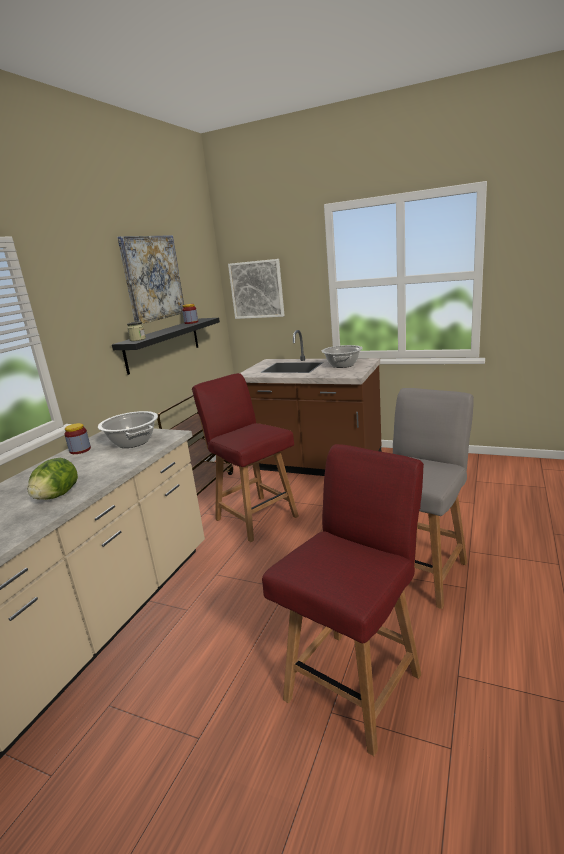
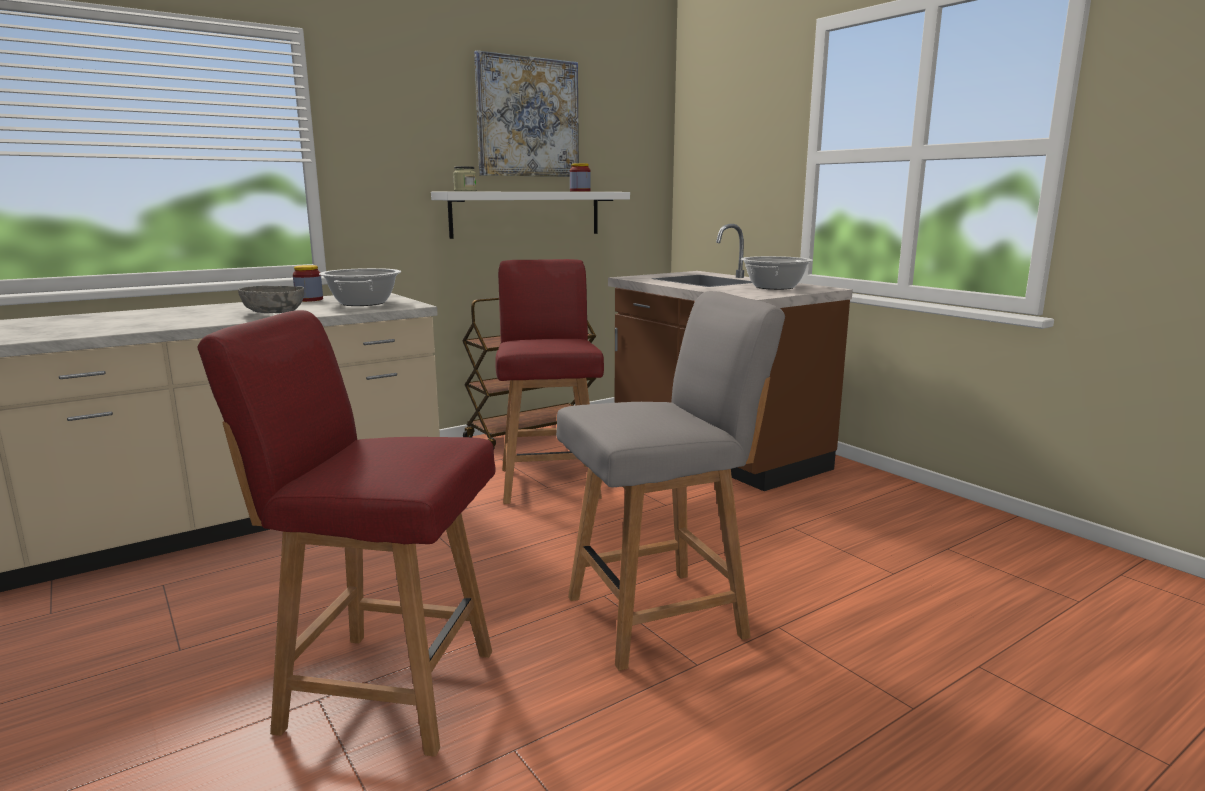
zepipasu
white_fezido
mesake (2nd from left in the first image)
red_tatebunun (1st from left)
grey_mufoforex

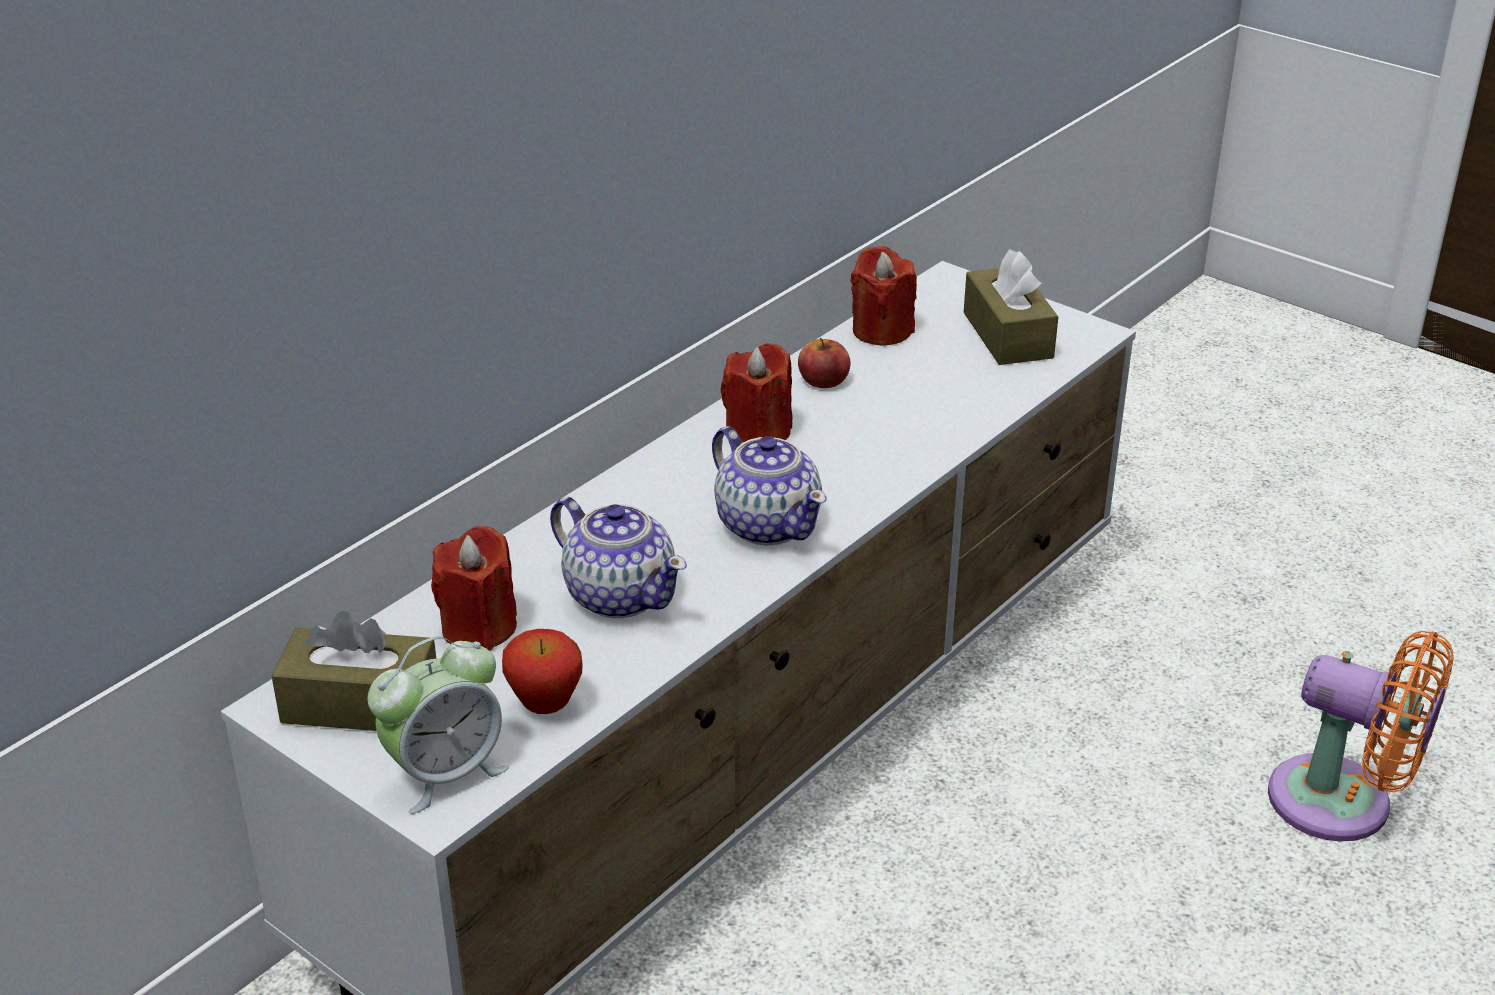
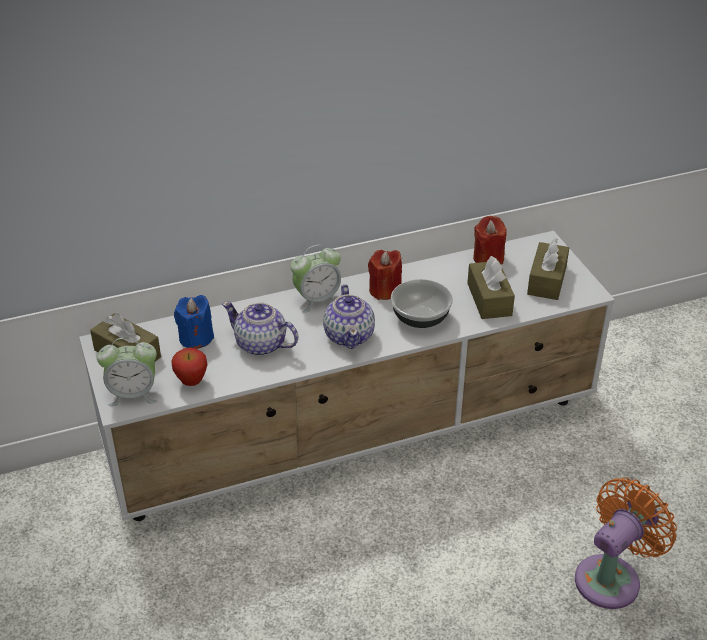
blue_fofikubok
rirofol (1st from left)
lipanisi (2nd from left in the first image)
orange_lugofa
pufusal (2nd from left)
mufoforex
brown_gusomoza (2nd from left)

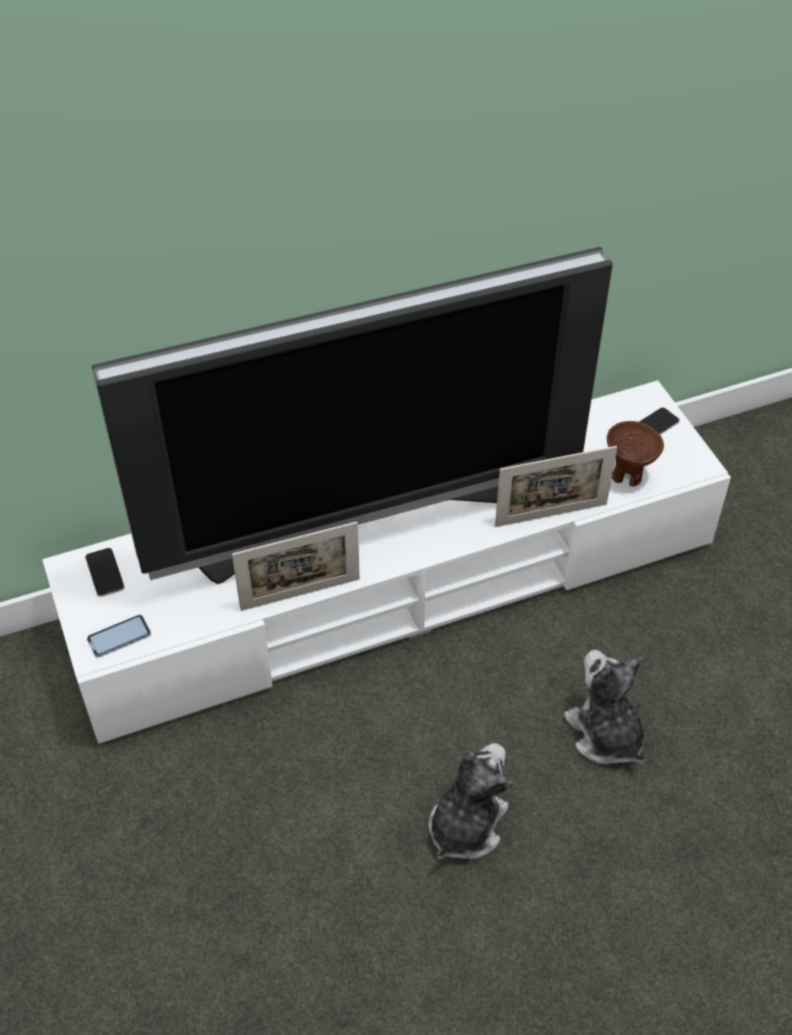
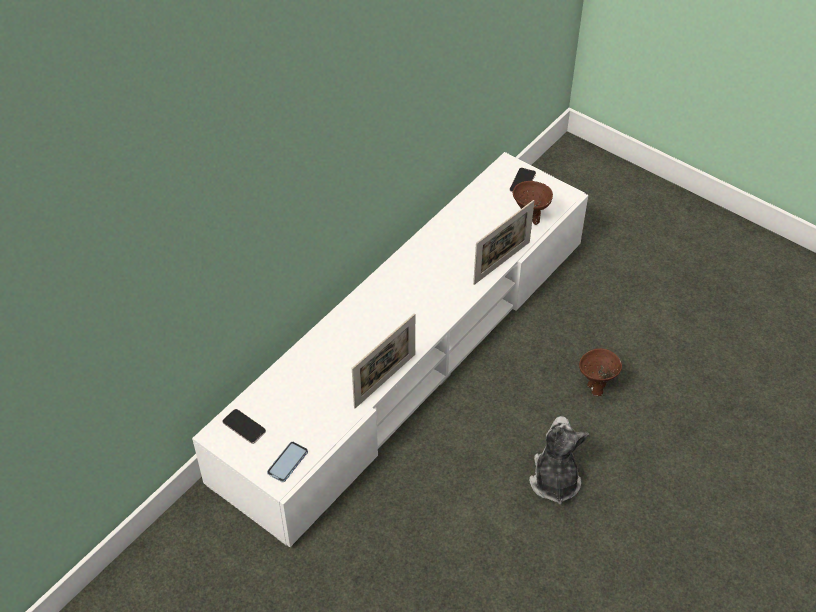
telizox
brown_mufoforex (2nd from left)

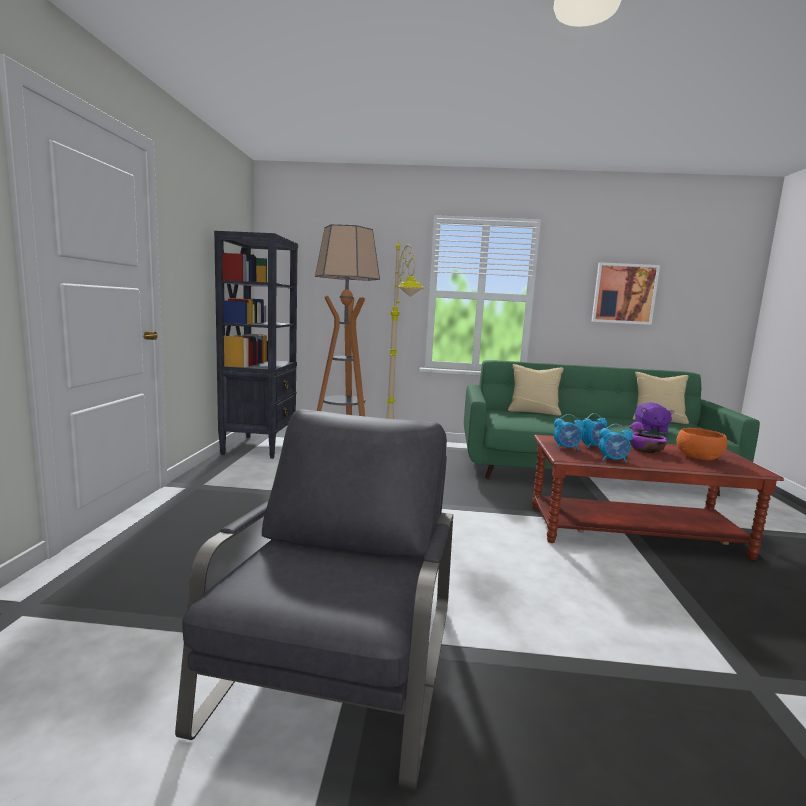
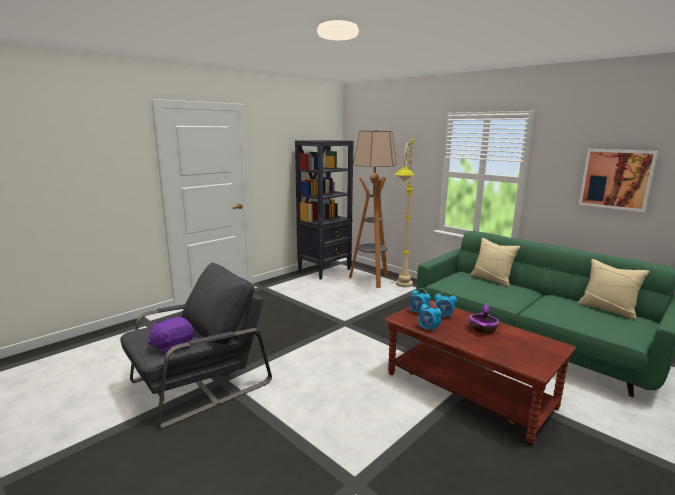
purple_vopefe
orange_mufoforex

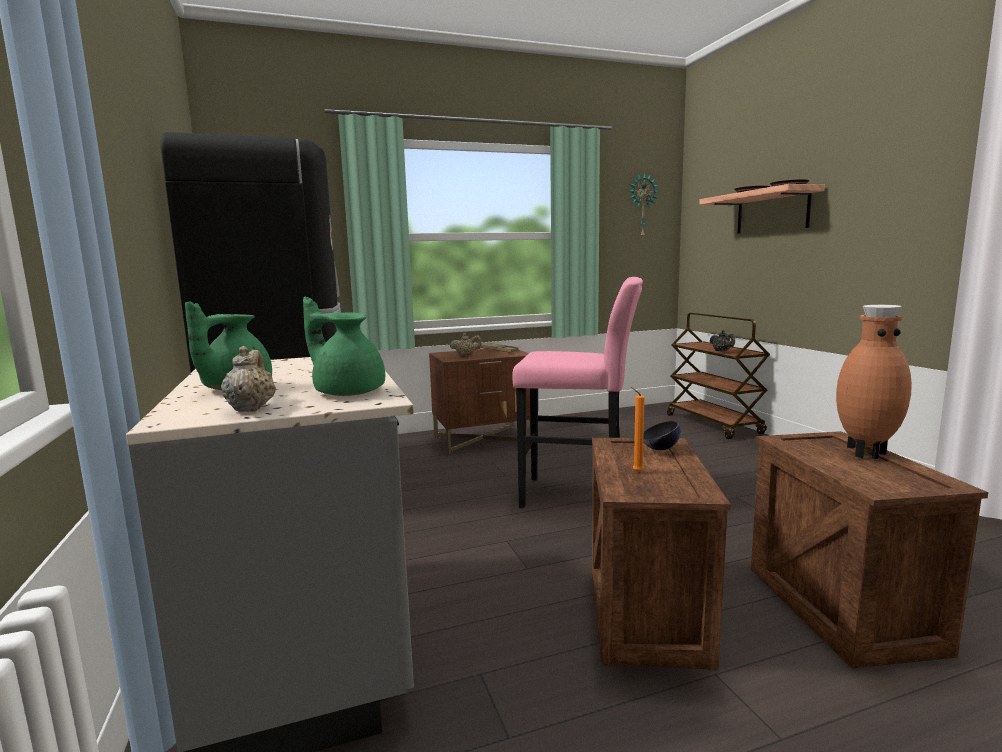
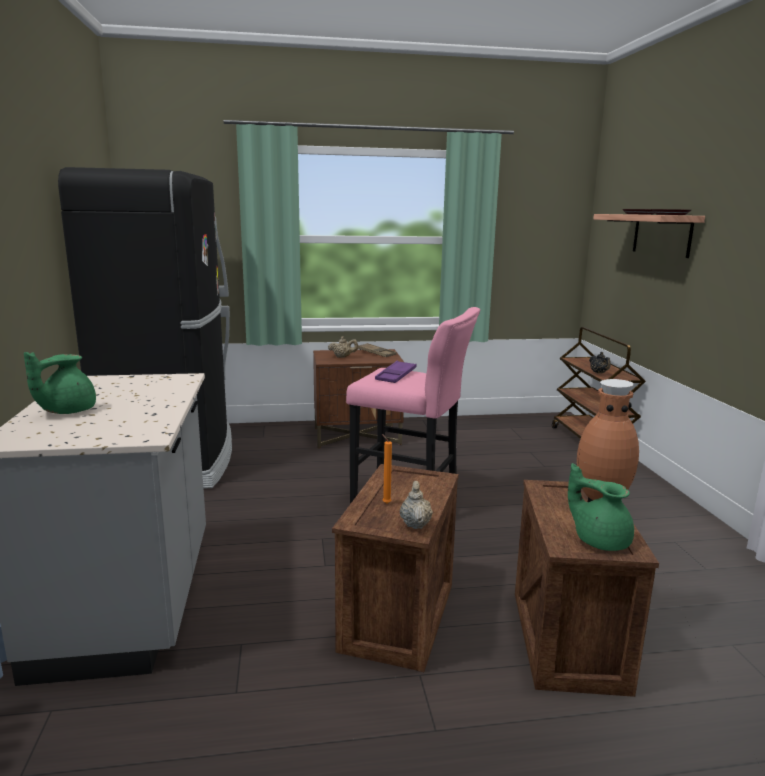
beige_rirofol (2nd from left)
green_rirofol (2nd from left)
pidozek
black_mufoforex
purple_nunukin

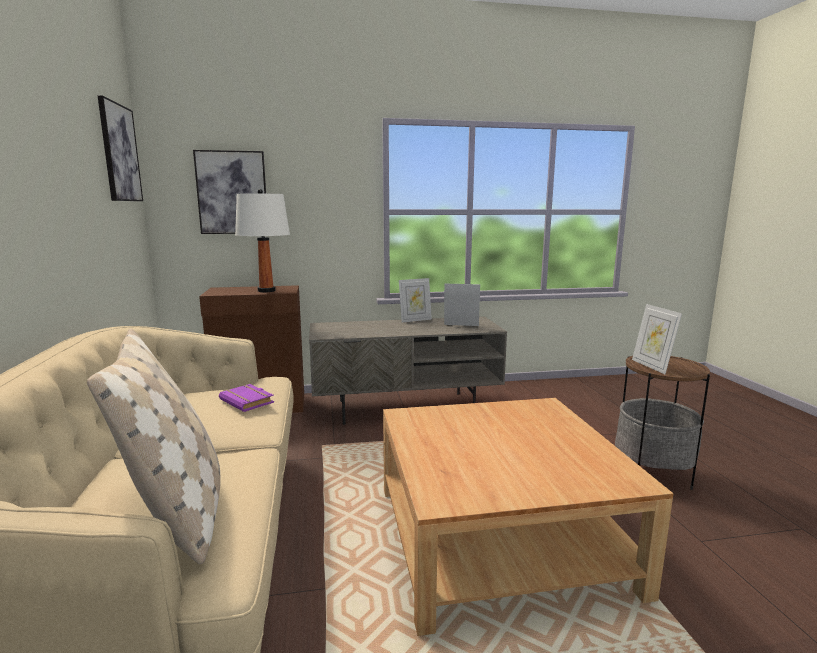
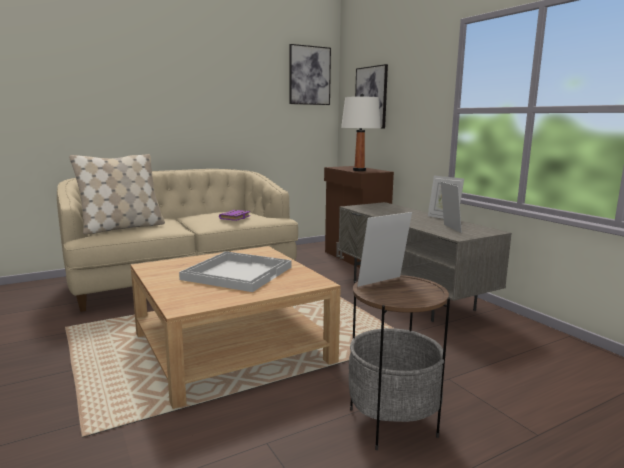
white_nunukin

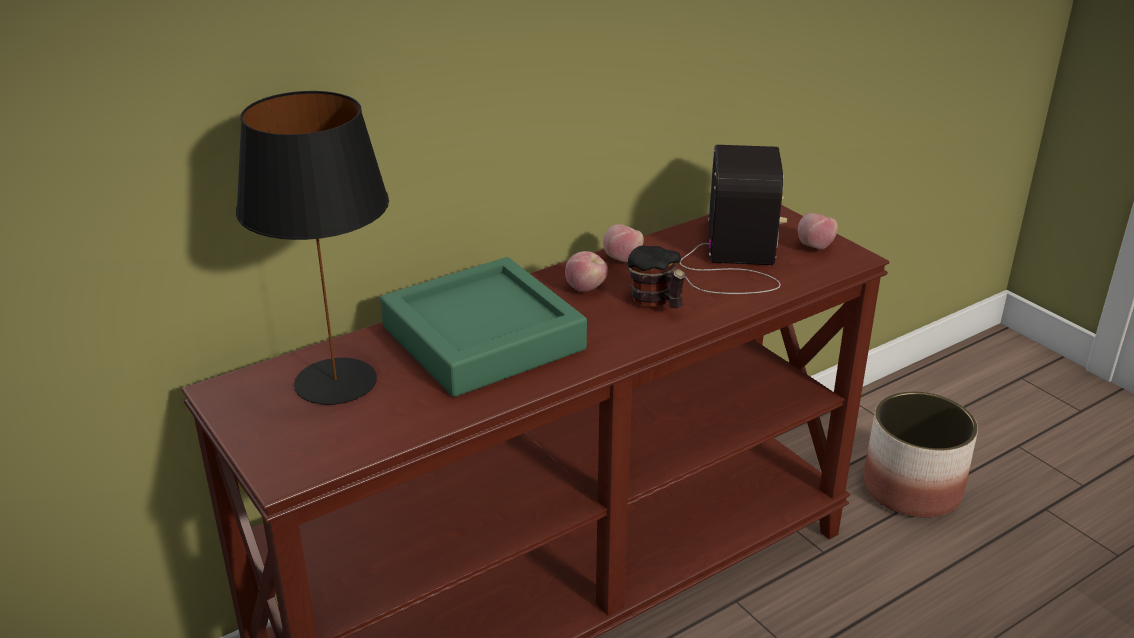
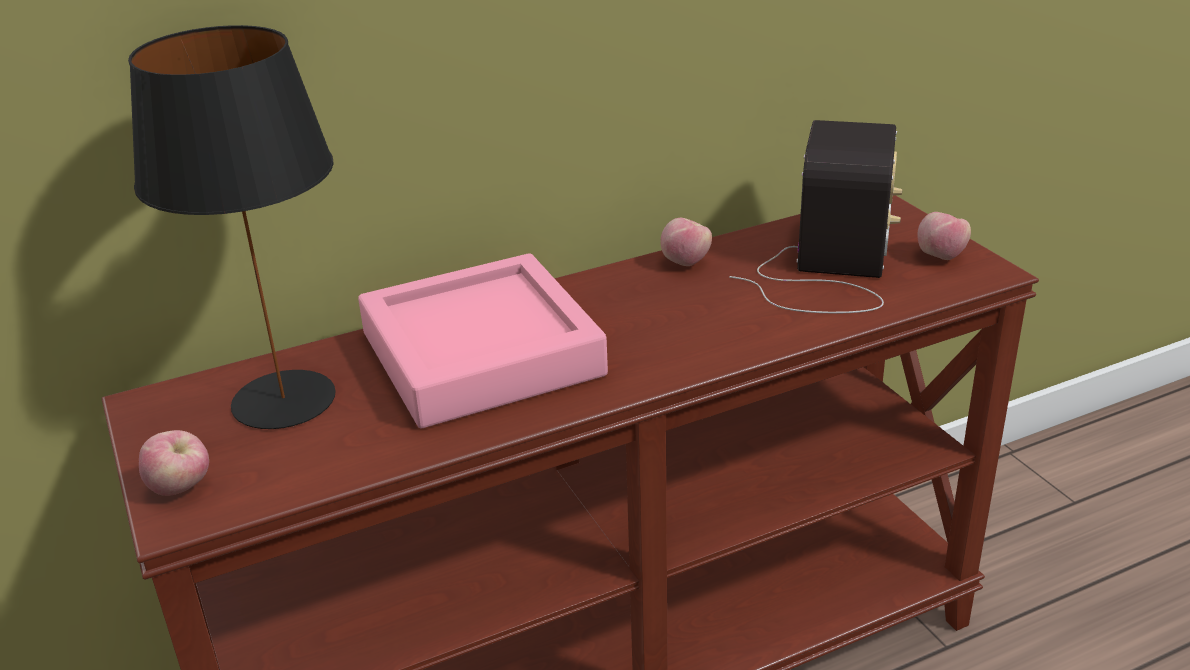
pink_nunukin
lipanisi (1st from left)
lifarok
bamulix

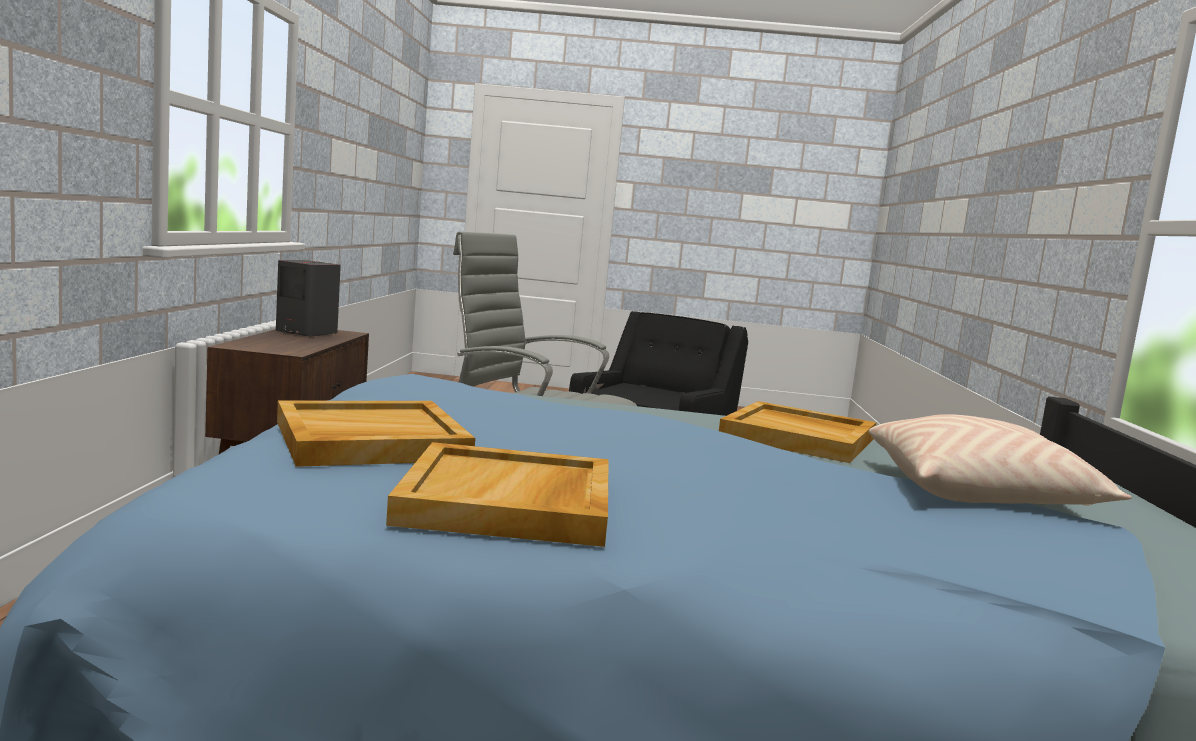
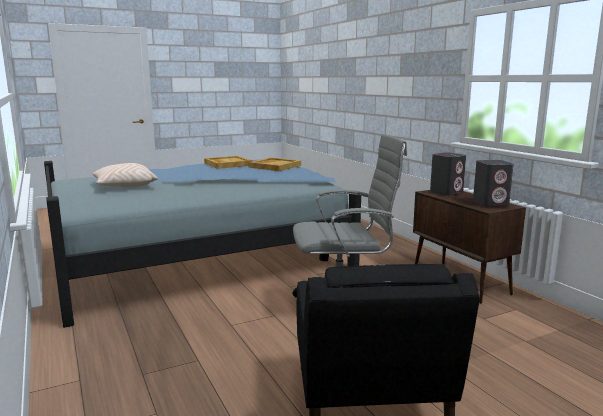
beige_nunukin (3rd from left in the first image)
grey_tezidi (1st from left)

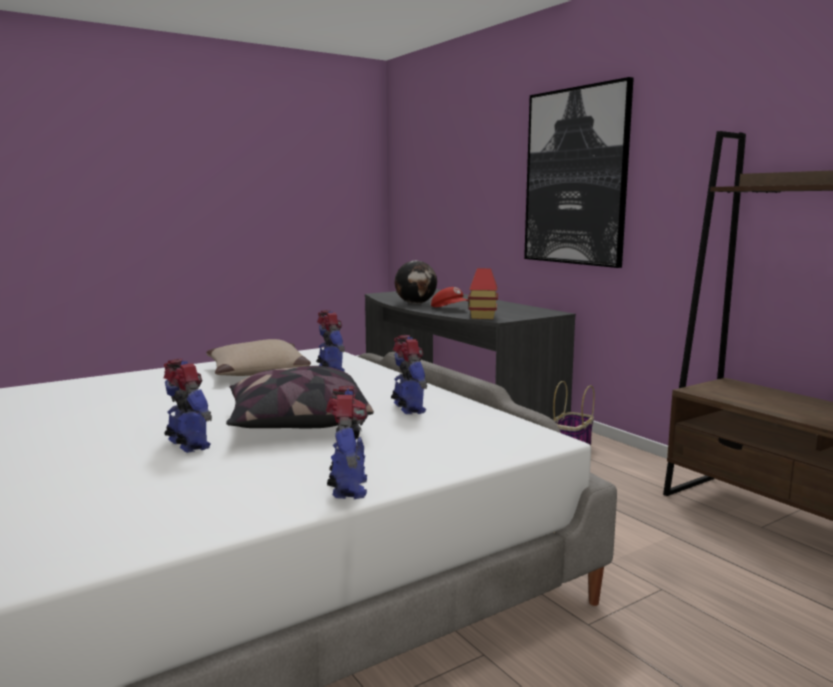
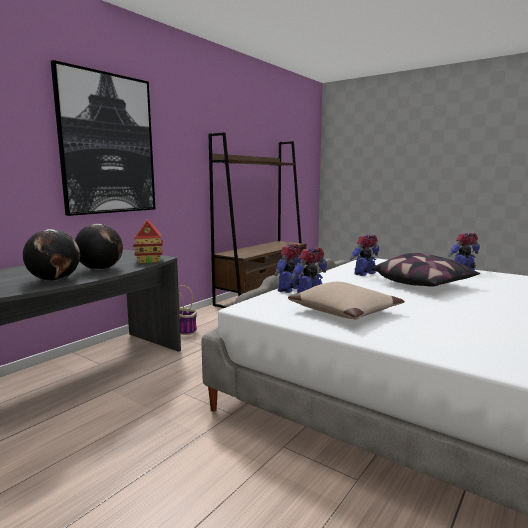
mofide (1st from left)
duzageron (2nd from left)

